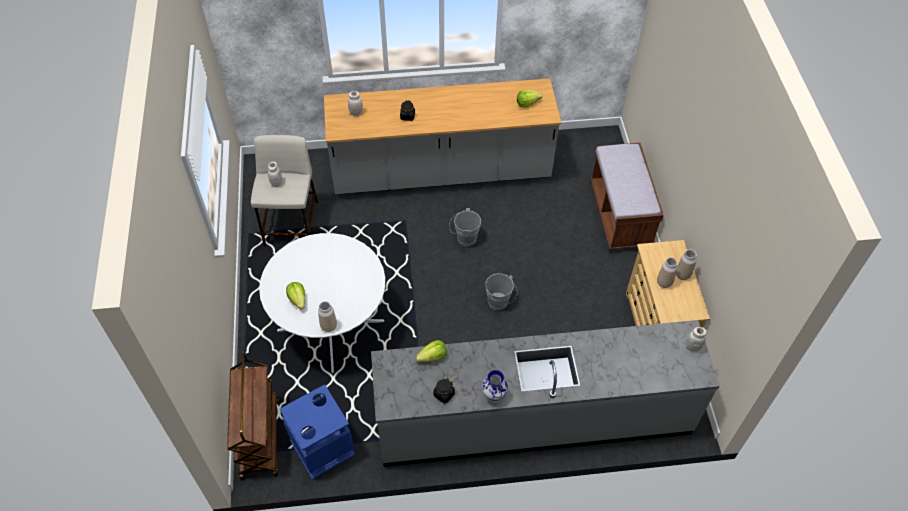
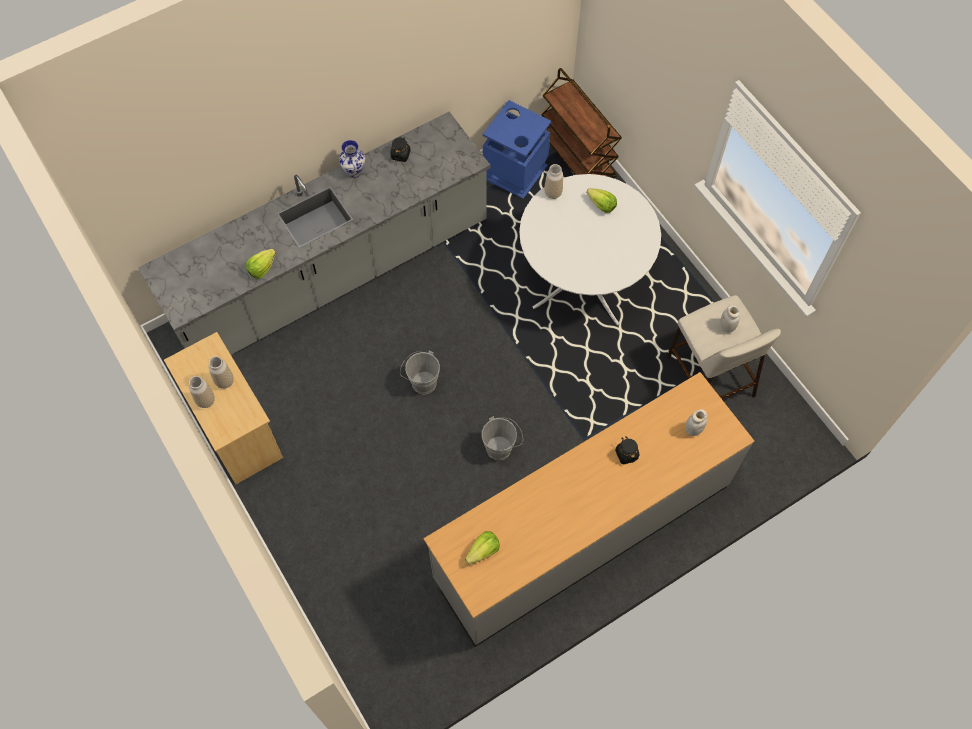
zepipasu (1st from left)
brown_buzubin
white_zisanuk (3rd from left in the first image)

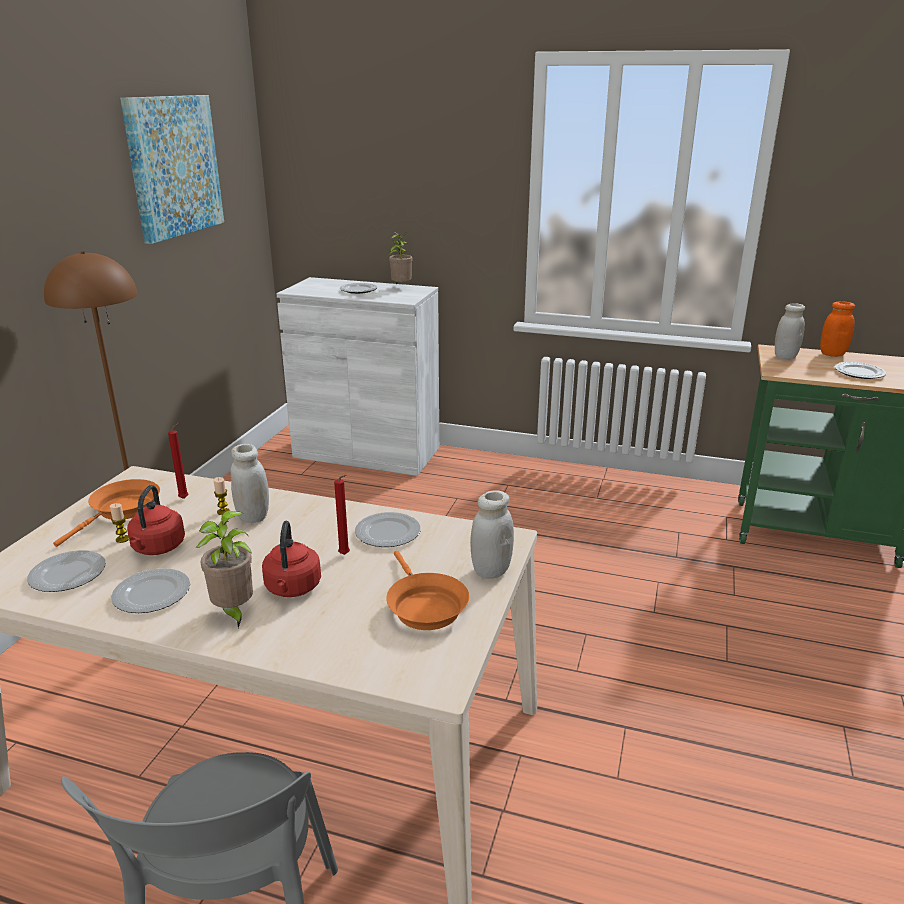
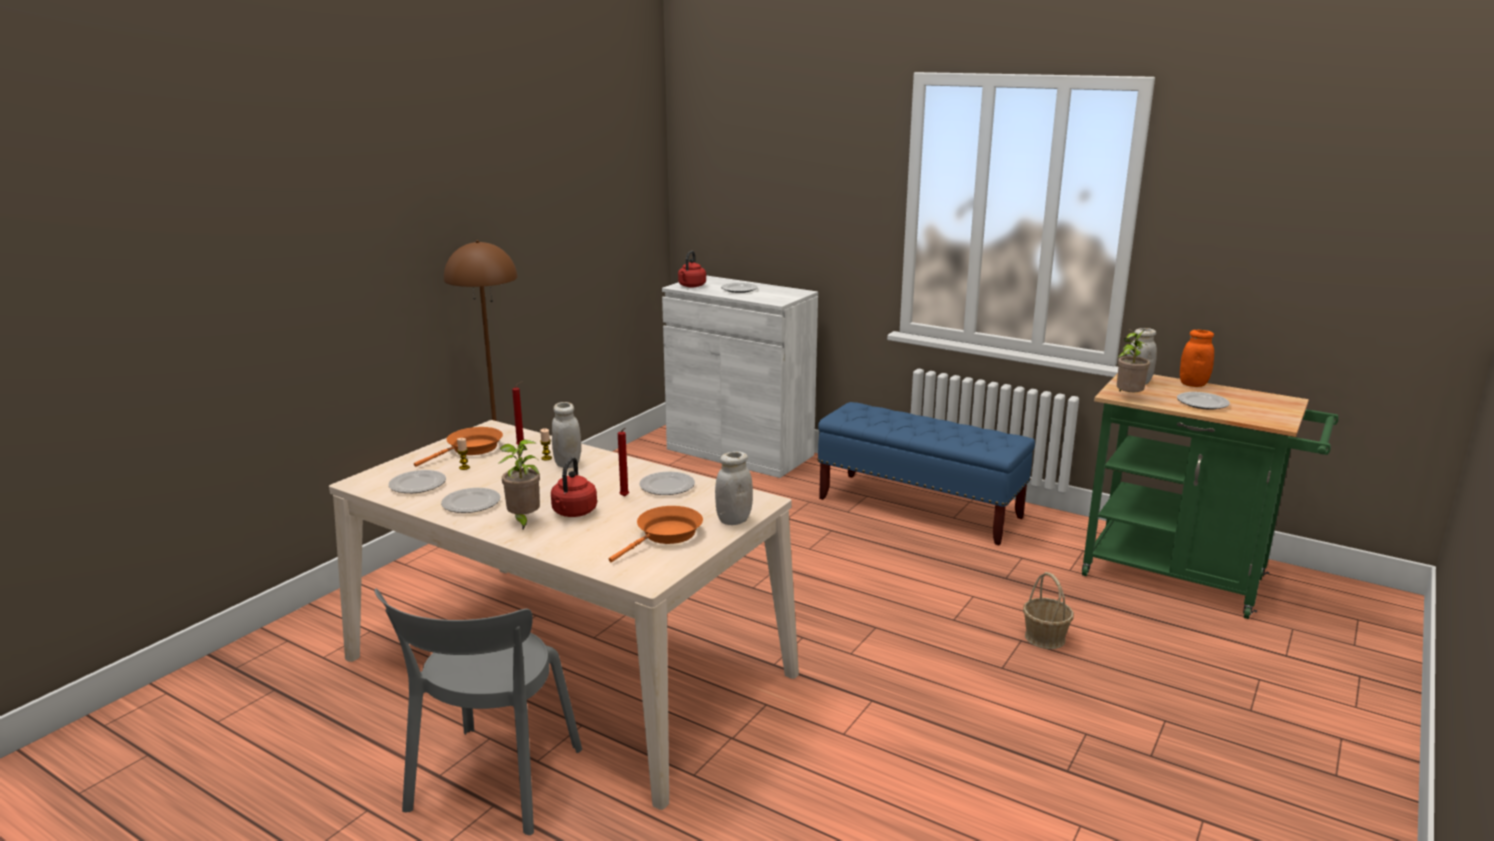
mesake
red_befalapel (2nd from left)
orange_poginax (2nd from left)
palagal (2nd from left)
blue_buzubin
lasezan

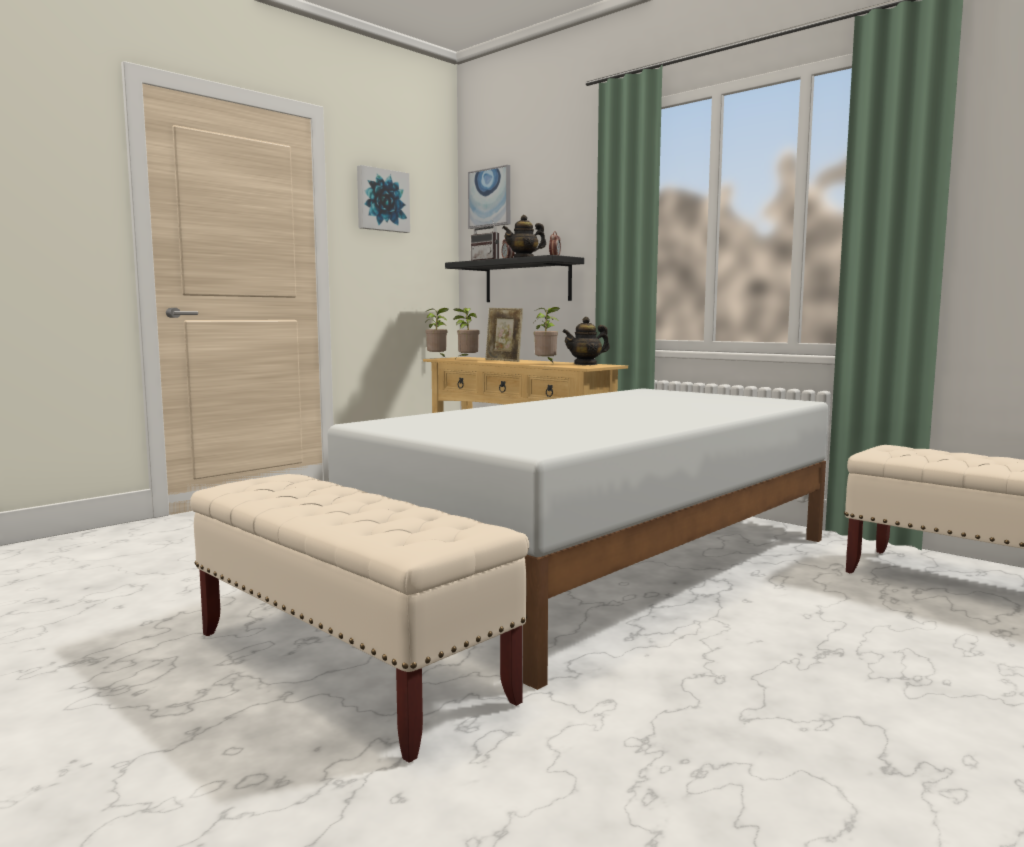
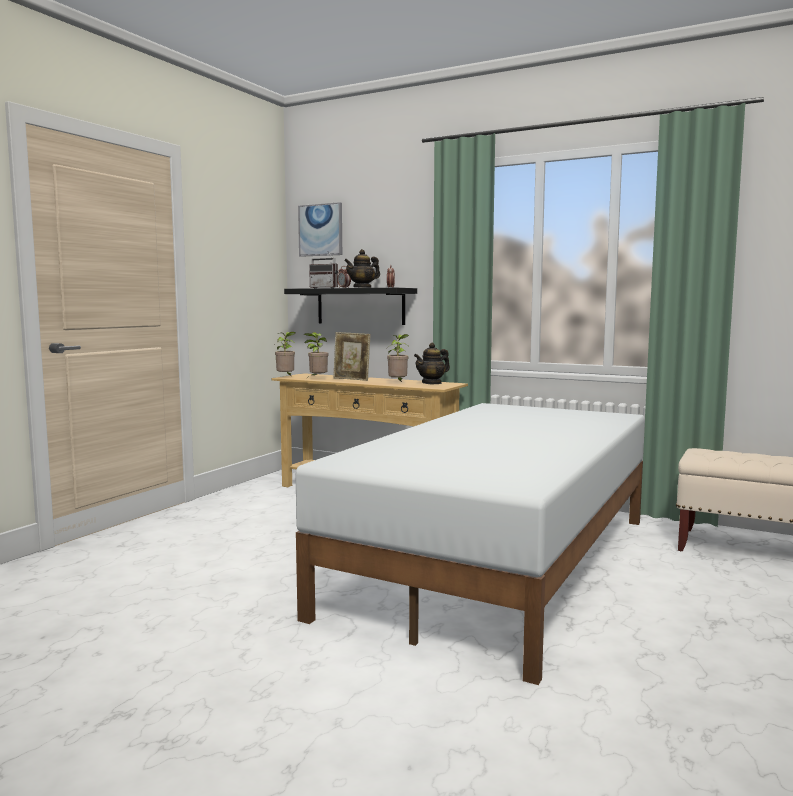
beige_buzubin (1st from left in the first image)
mesake (1st from left in the first image)

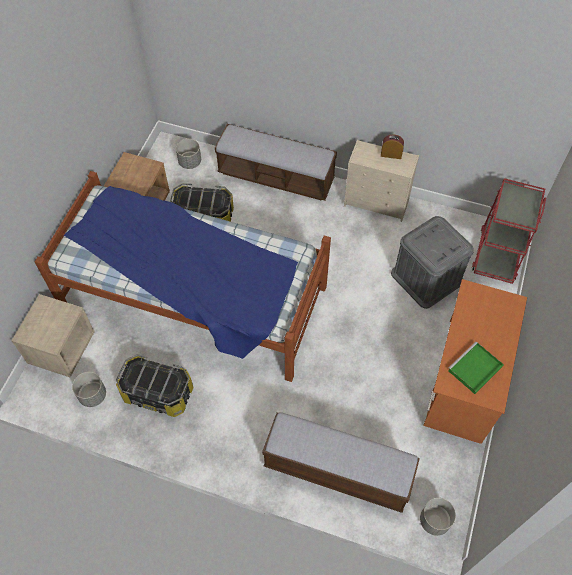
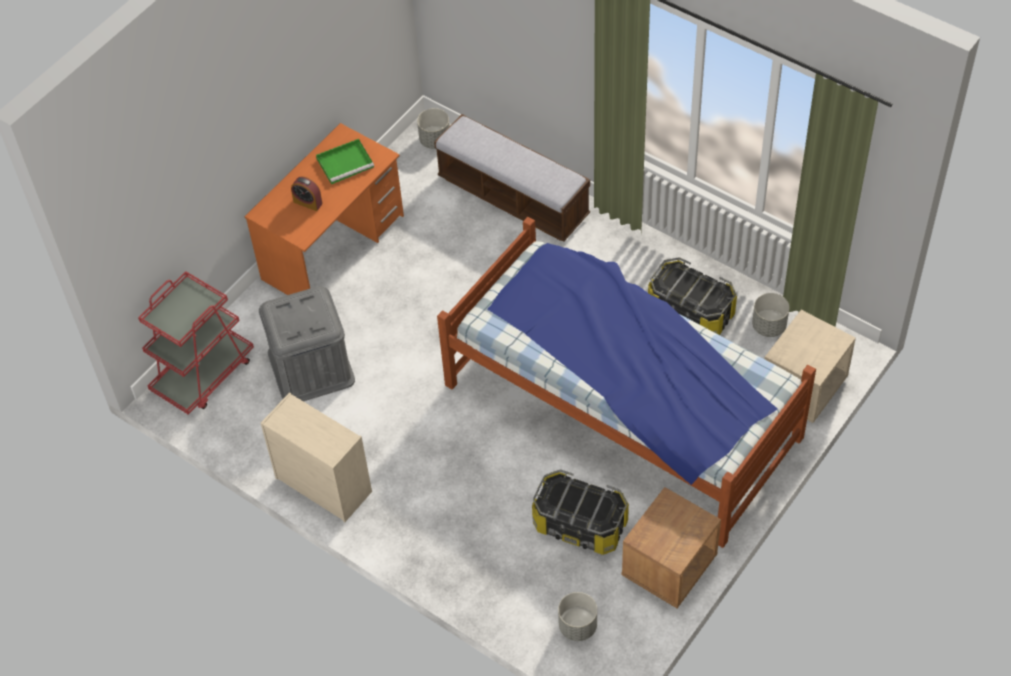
buzubin (1st from left in the first image)
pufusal

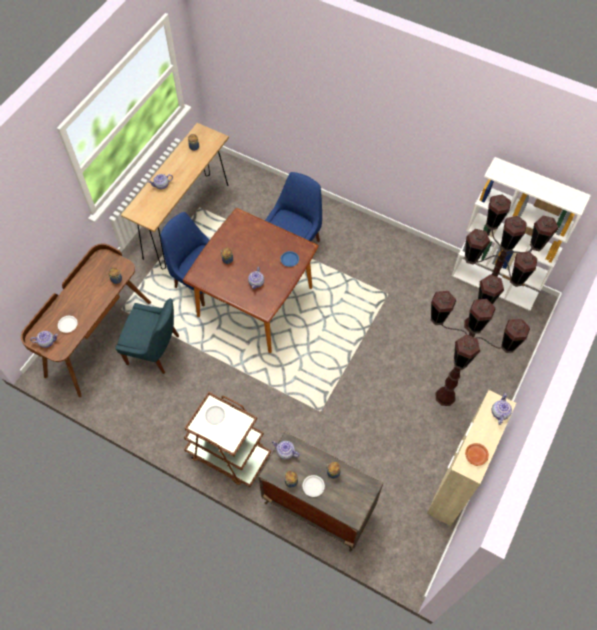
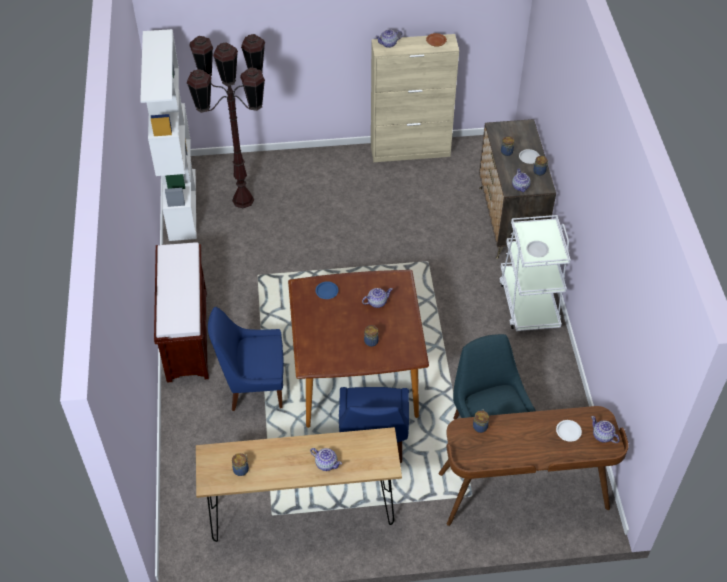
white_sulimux
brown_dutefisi (1st from left in the first image)
brown_buzubin

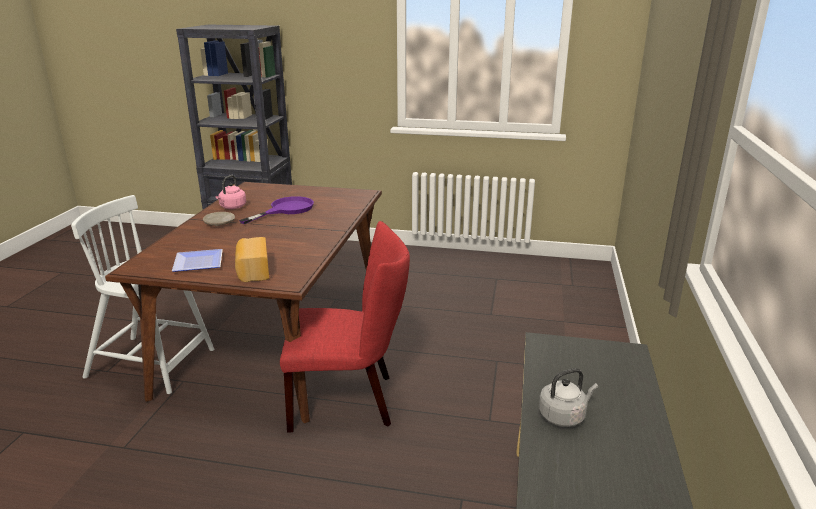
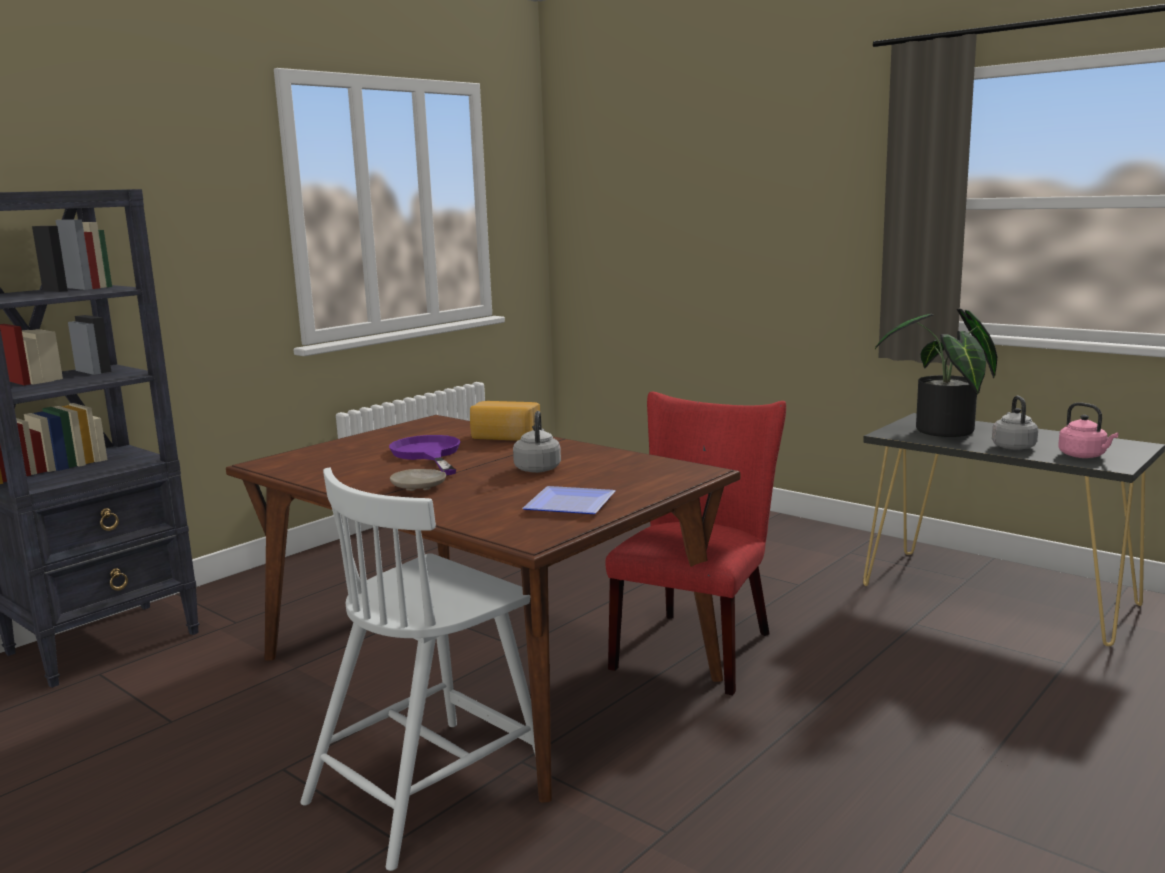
pink_befalapel
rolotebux
grey_befalapel (1st from left)
palagal

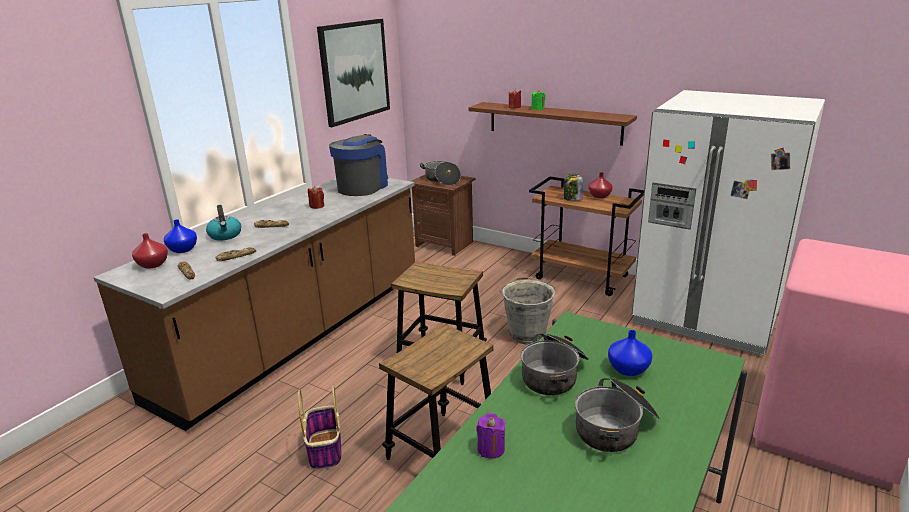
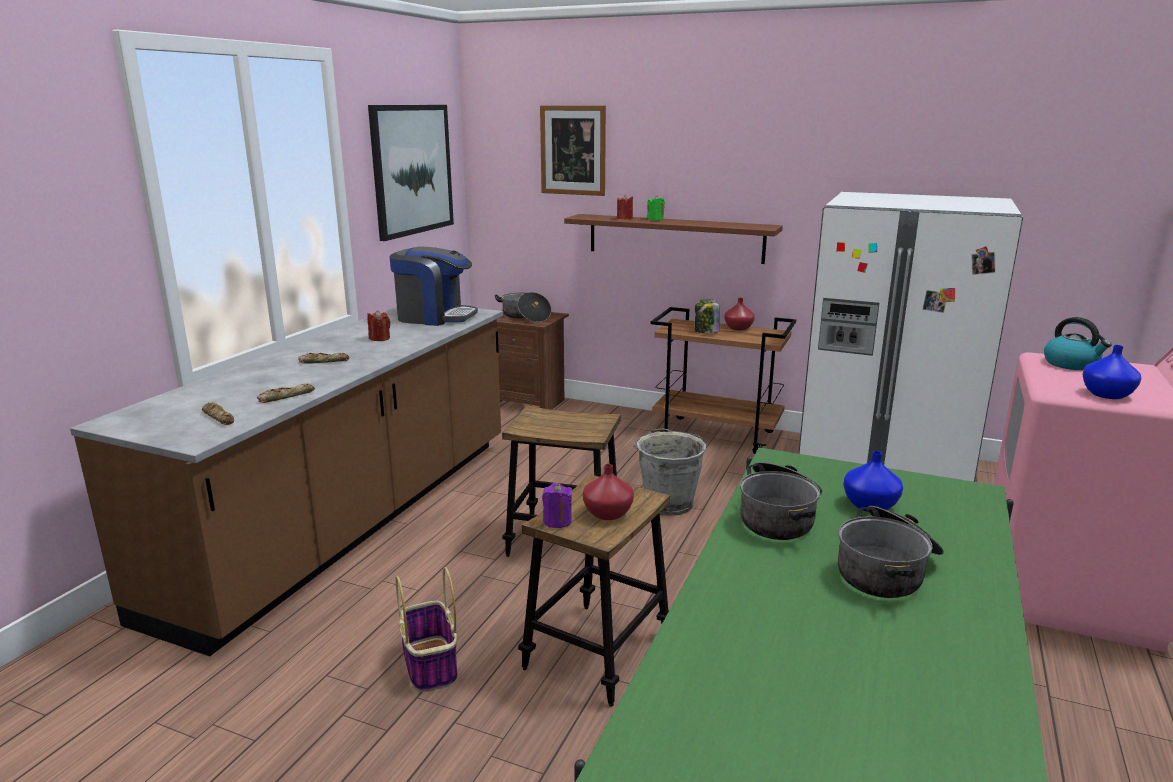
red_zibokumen (1st from left)
blue_zibokumen (2nd from left)
befalapel
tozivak
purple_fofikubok
mesake (2nd from left)

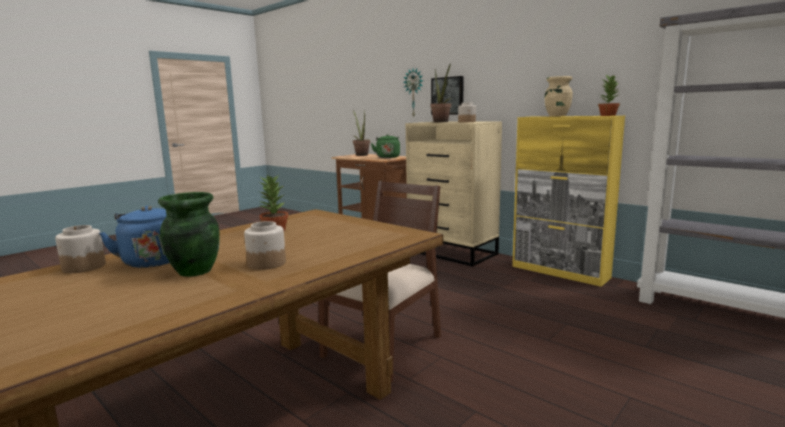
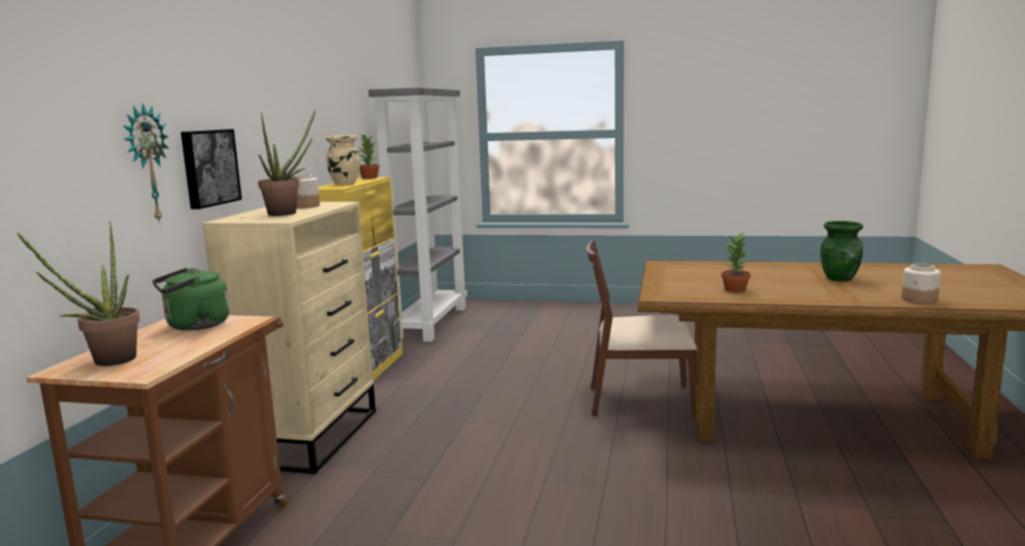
blue_befalapel
zisanuk (2nd from left in the first image)

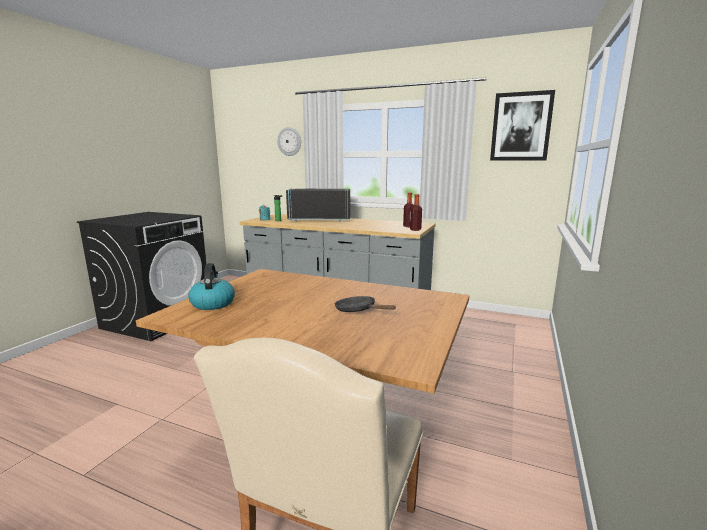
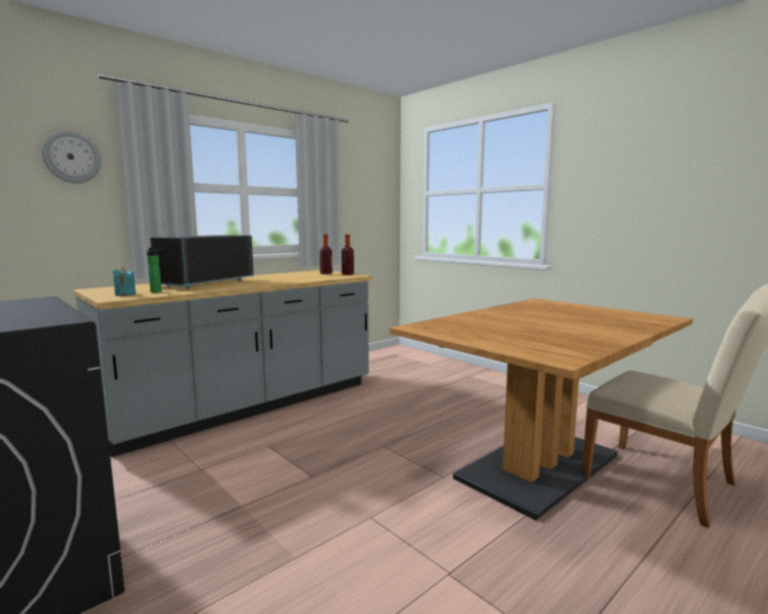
befalapel
black_poginax
mesake

